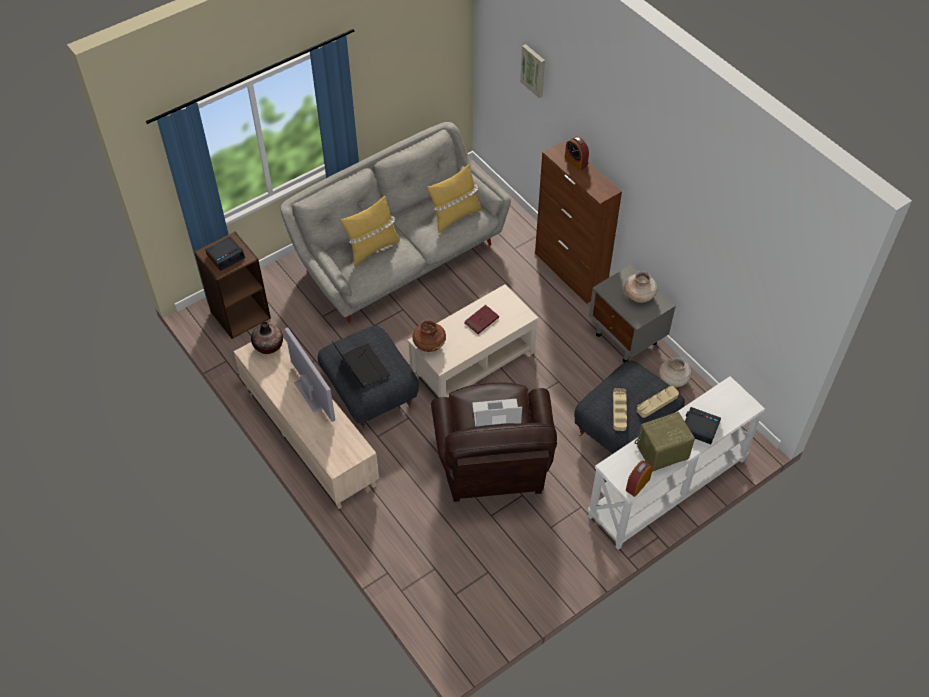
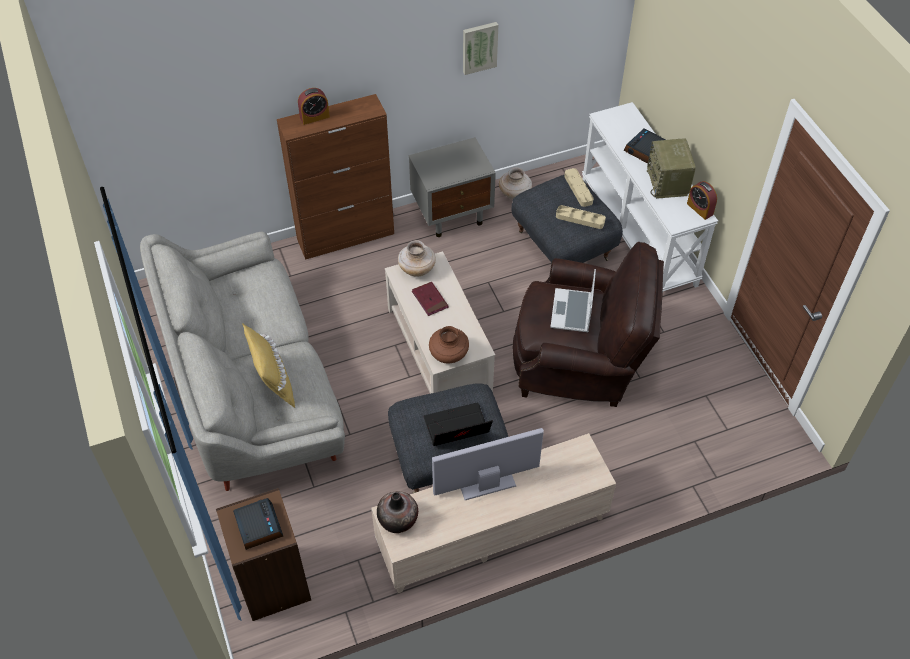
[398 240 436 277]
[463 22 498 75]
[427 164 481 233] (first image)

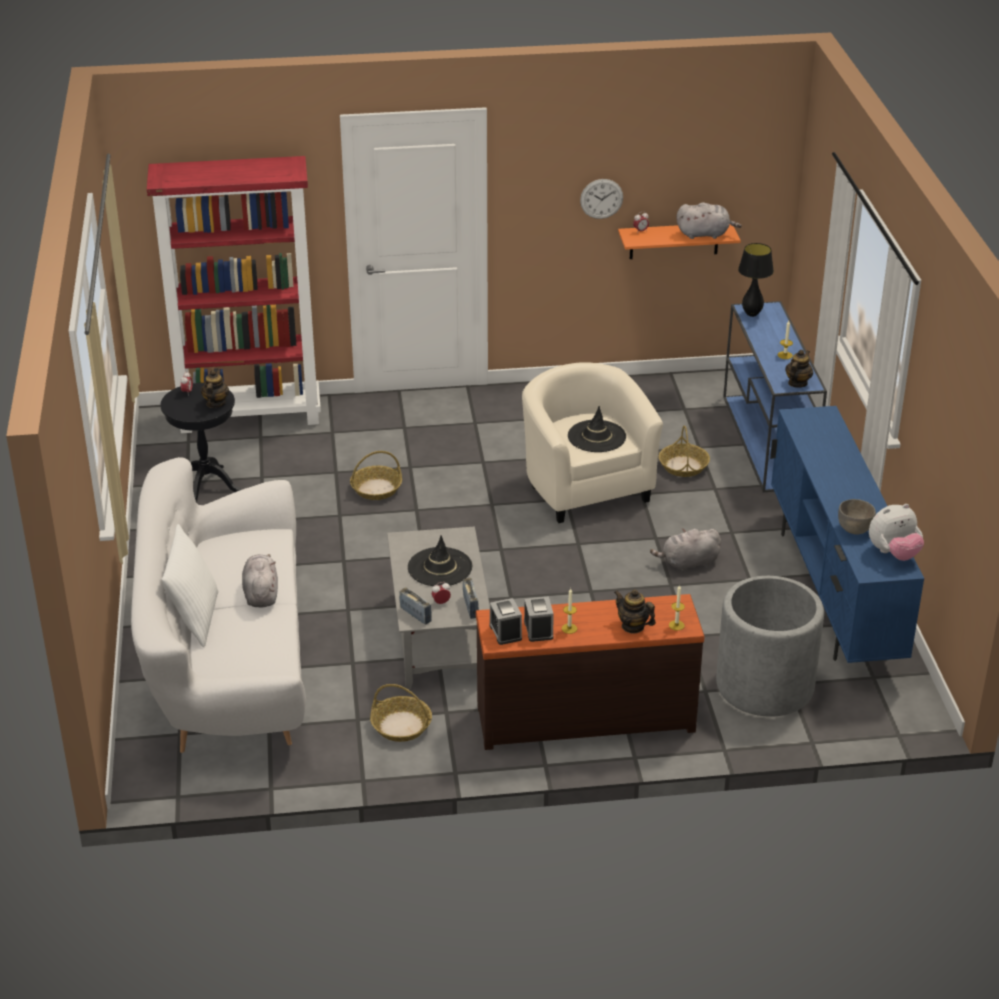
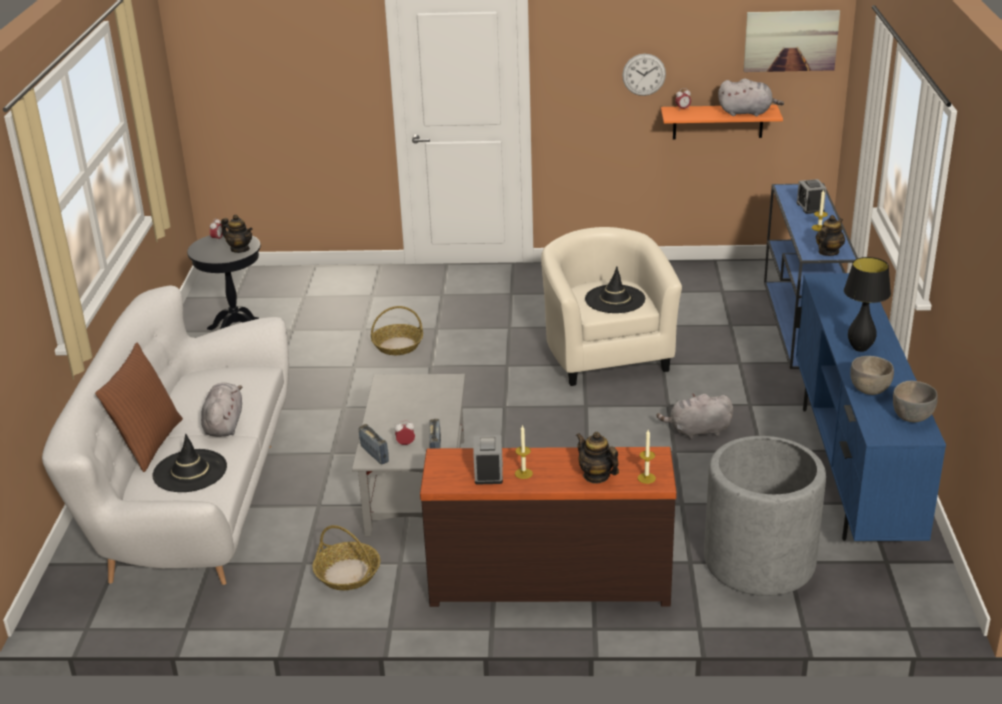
[95 343 183 472]
[152 434 227 492]
[221 215 253 253]
[744 10 840 72]
[796 179 826 214]
[844 257 891 352]
[893 381 938 422]
[147 156 321 433] (first image)
[659 426 710 477] (first image)

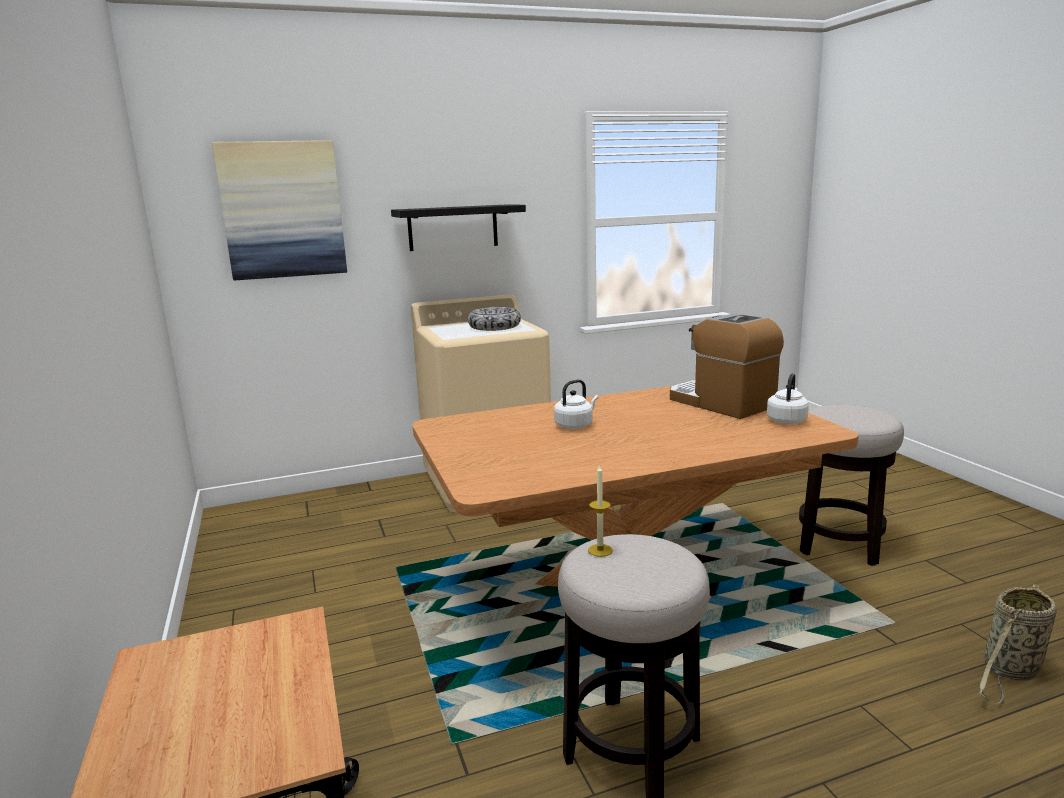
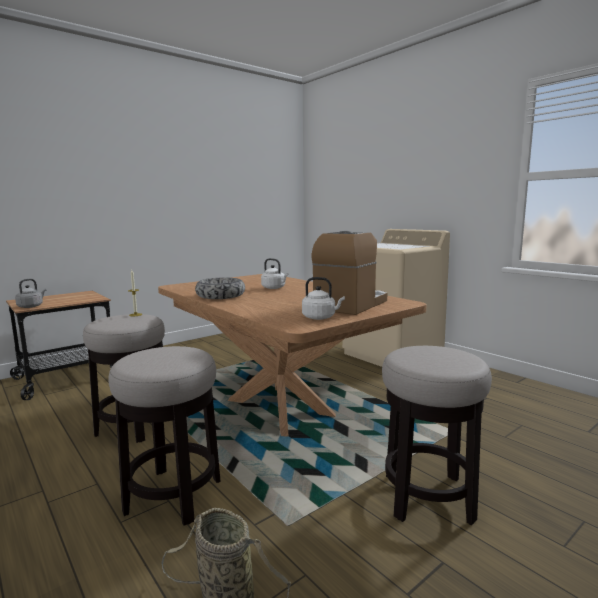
[15 279 46 308]
[108 346 221 526]
[195 277 245 299]
[212 140 347 280] (first image)
[391 204 526 251] (first image)

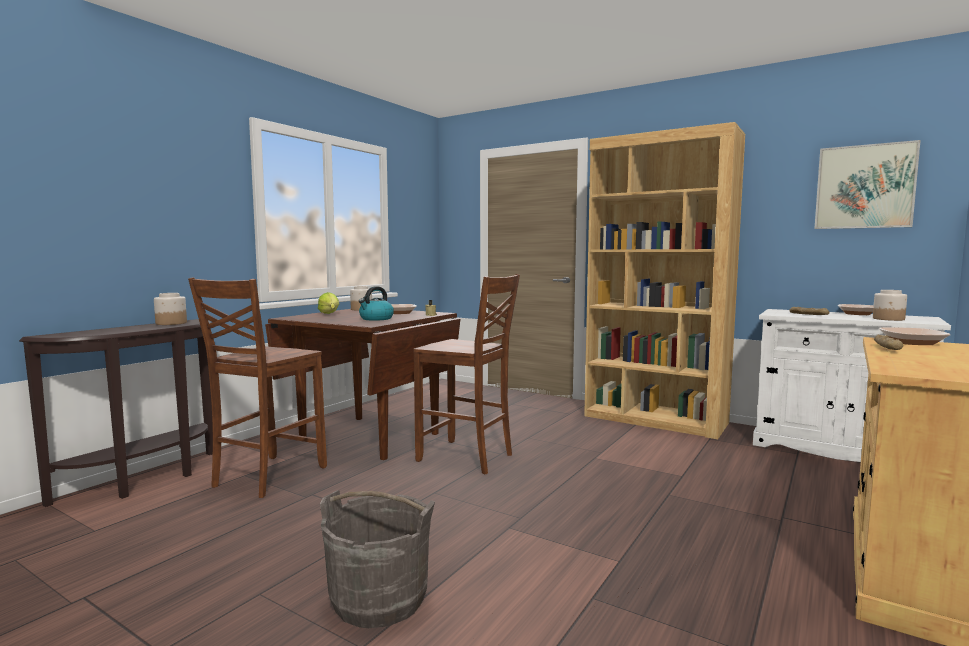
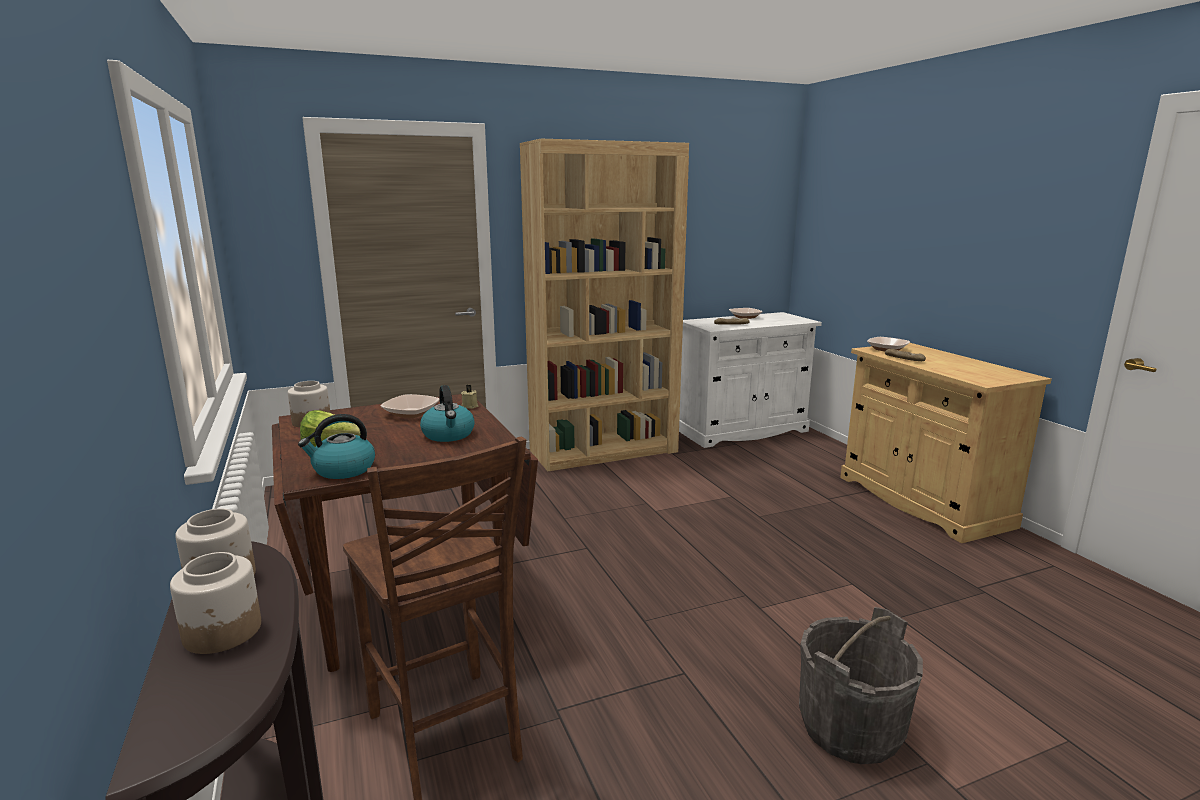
[170 552 261 654]
[298 414 375 479]
[413 274 520 474] (first image)
[814 140 921 229] (first image)

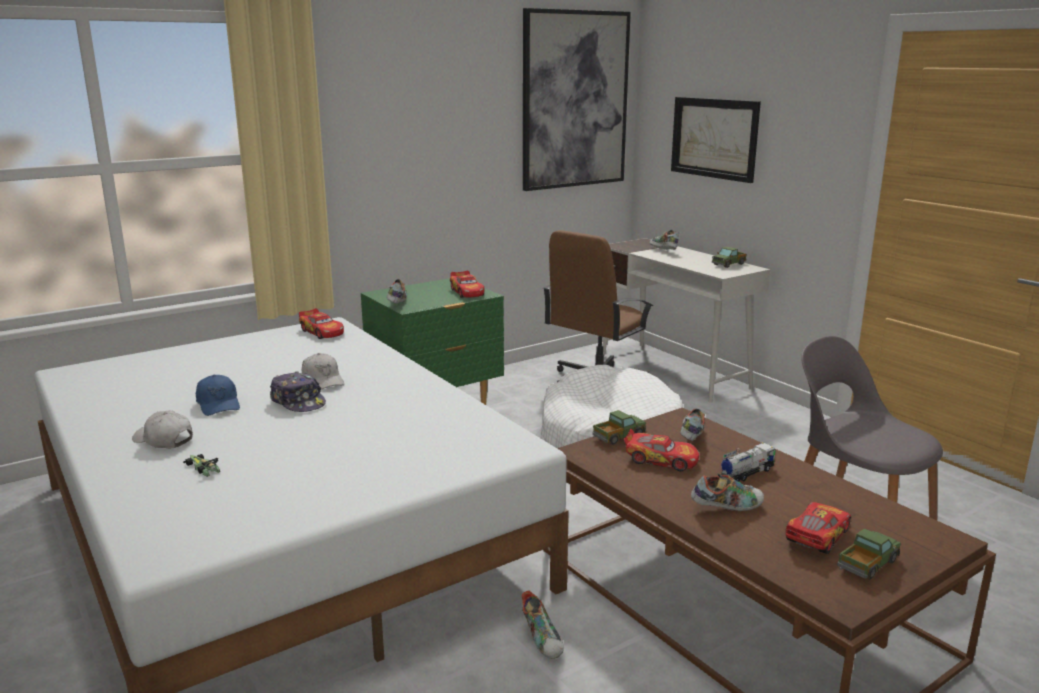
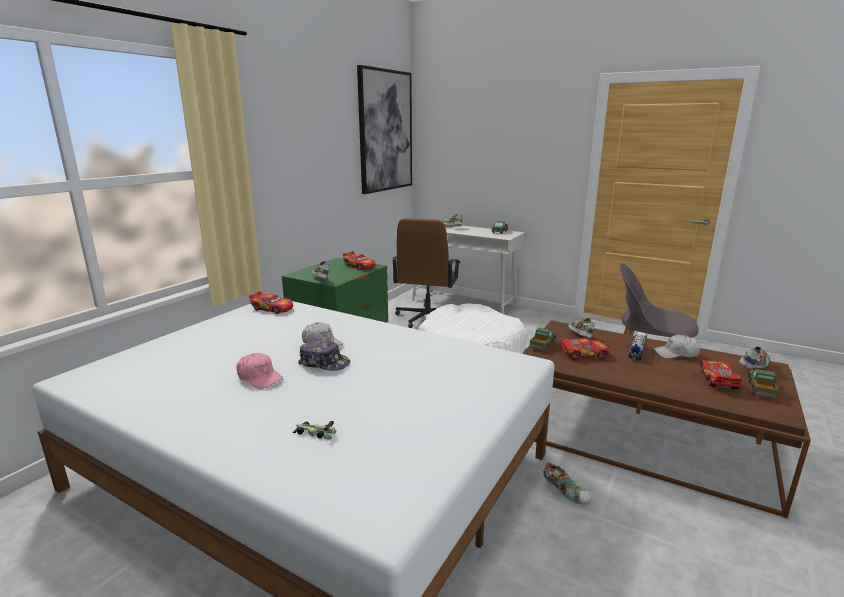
[236 353 284 389]
[654 334 700 358]
[739 347 771 369]
[671 97 761 183] (first image)

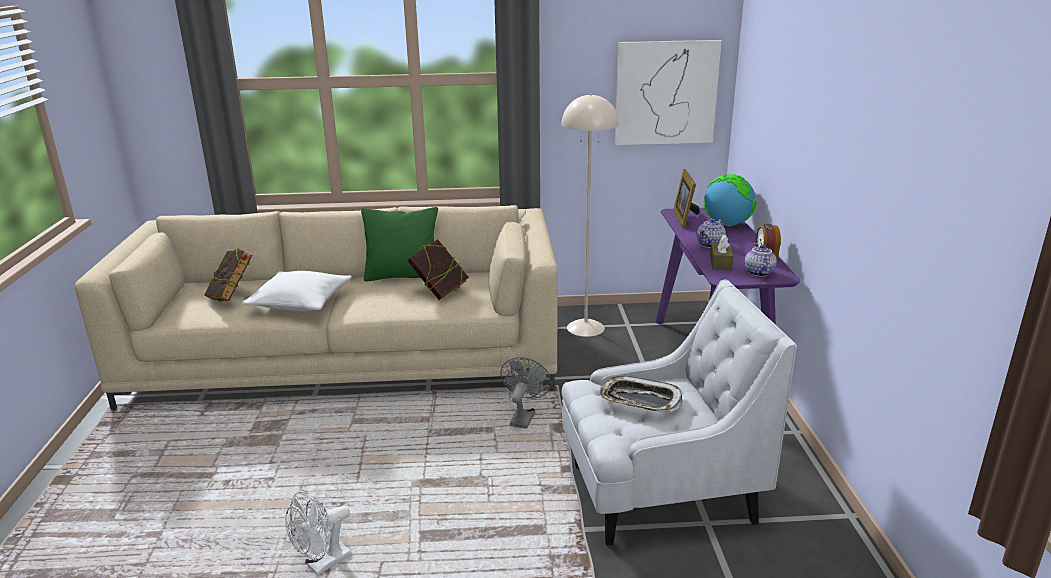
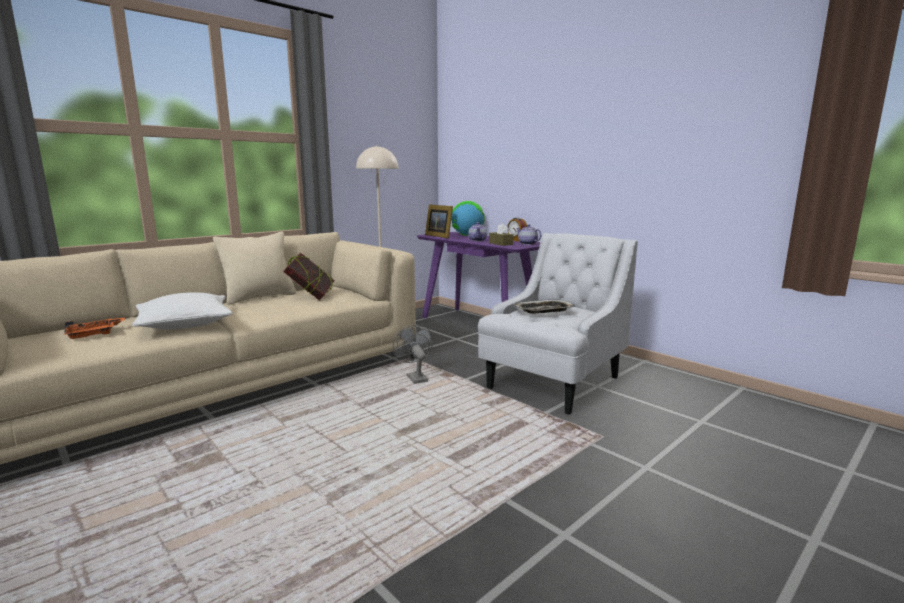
[64 318 125 339]
[213 232 296 304]
[285 491 351 575] (first image)
[615 40 722 145] (first image)

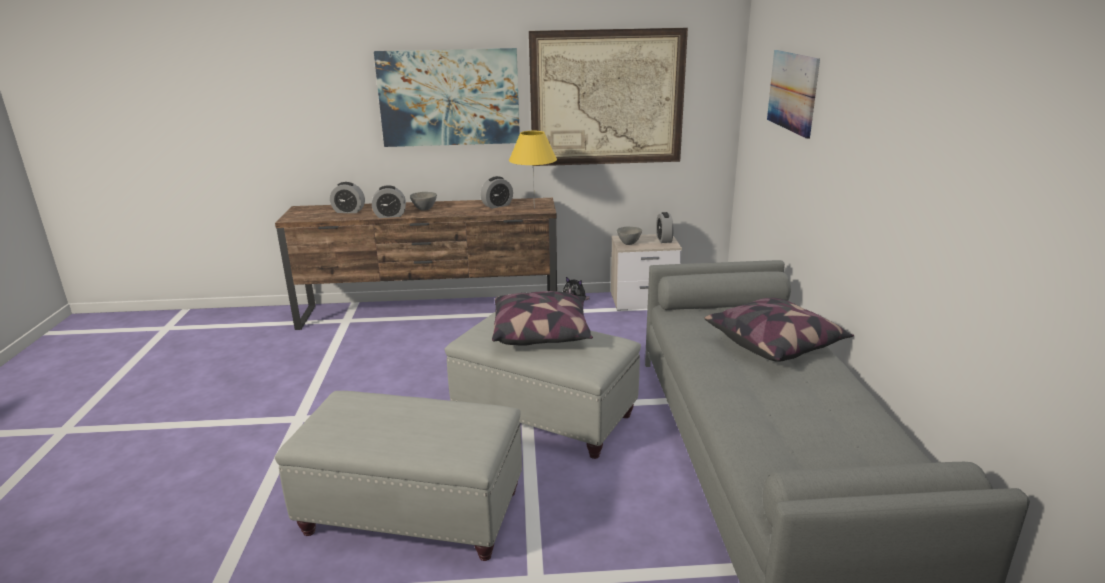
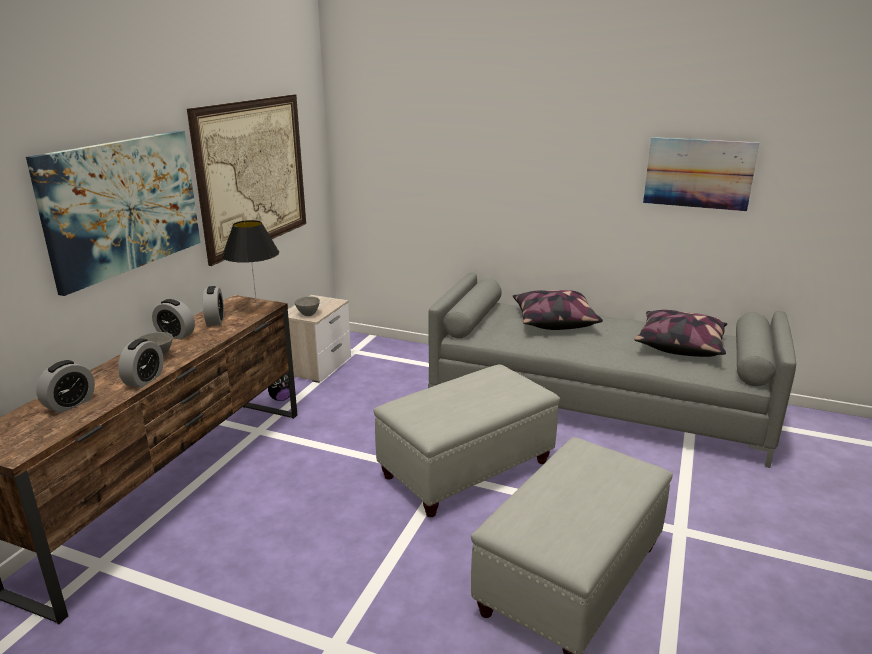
[152 299 195 340]
[222 220 279 307]
[634 310 727 357]
[643 137 759 211]

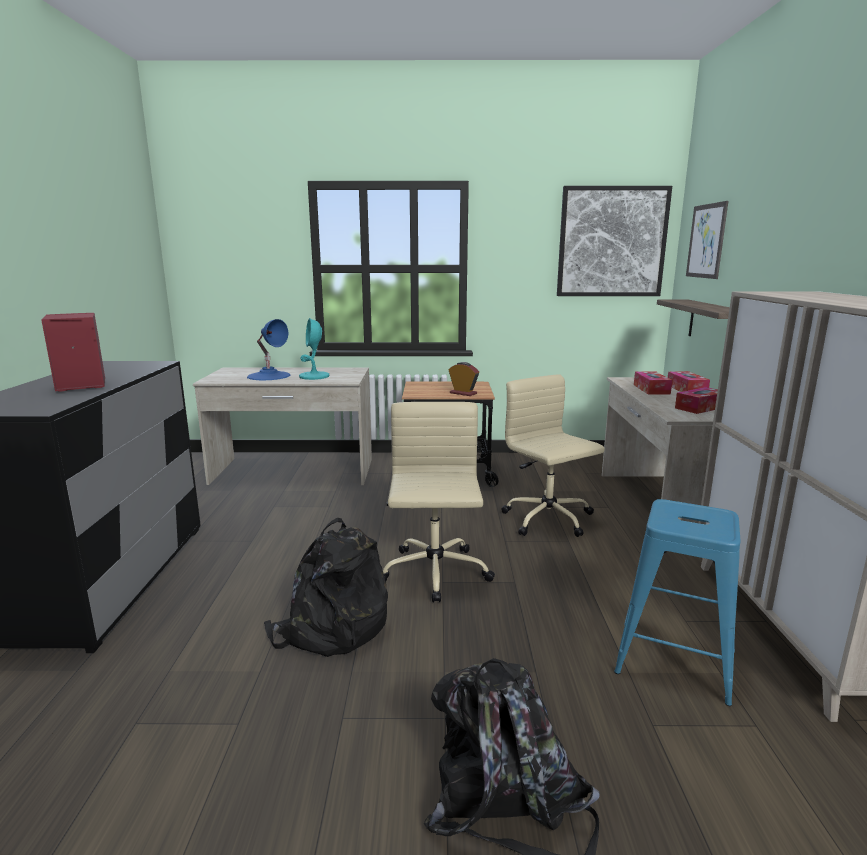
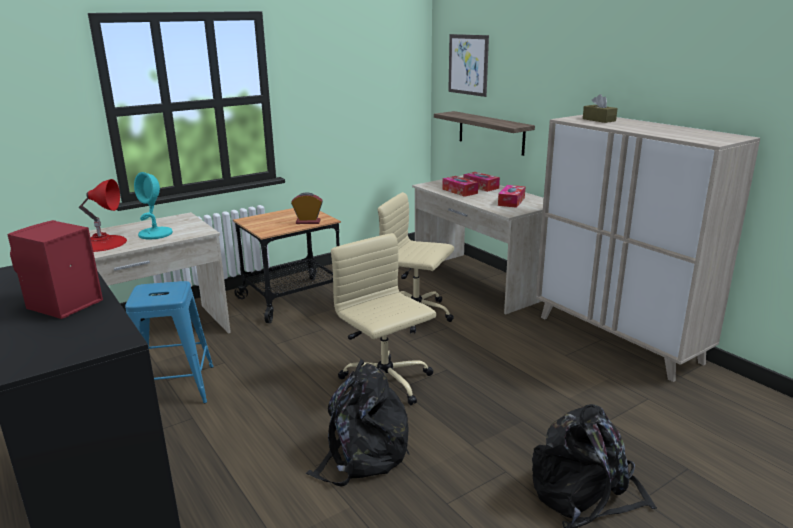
[78 179 127 252]
[125 281 214 403]
[583 94 618 123]
[557 186 672 296] (first image)

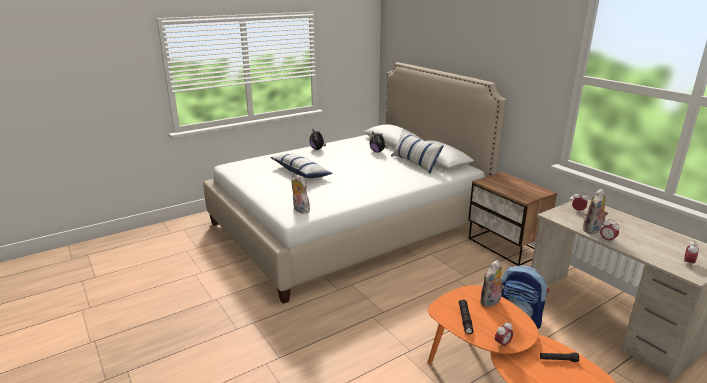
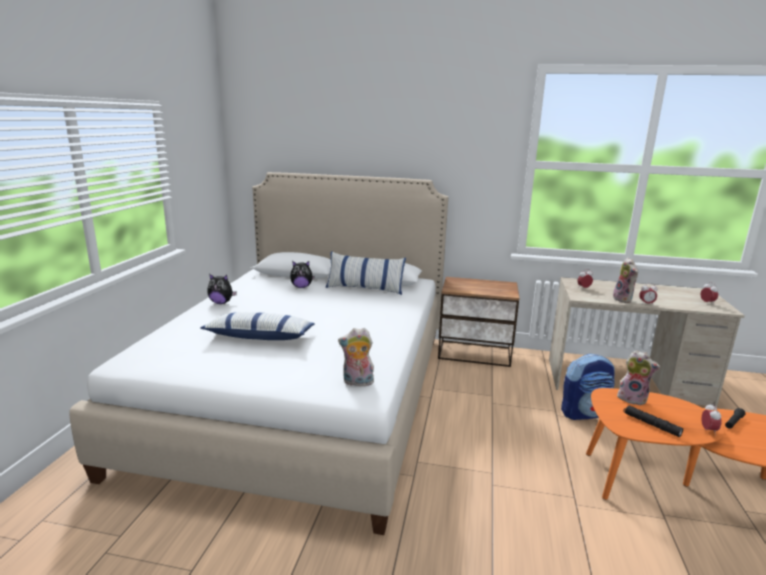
[617 350 660 405]

